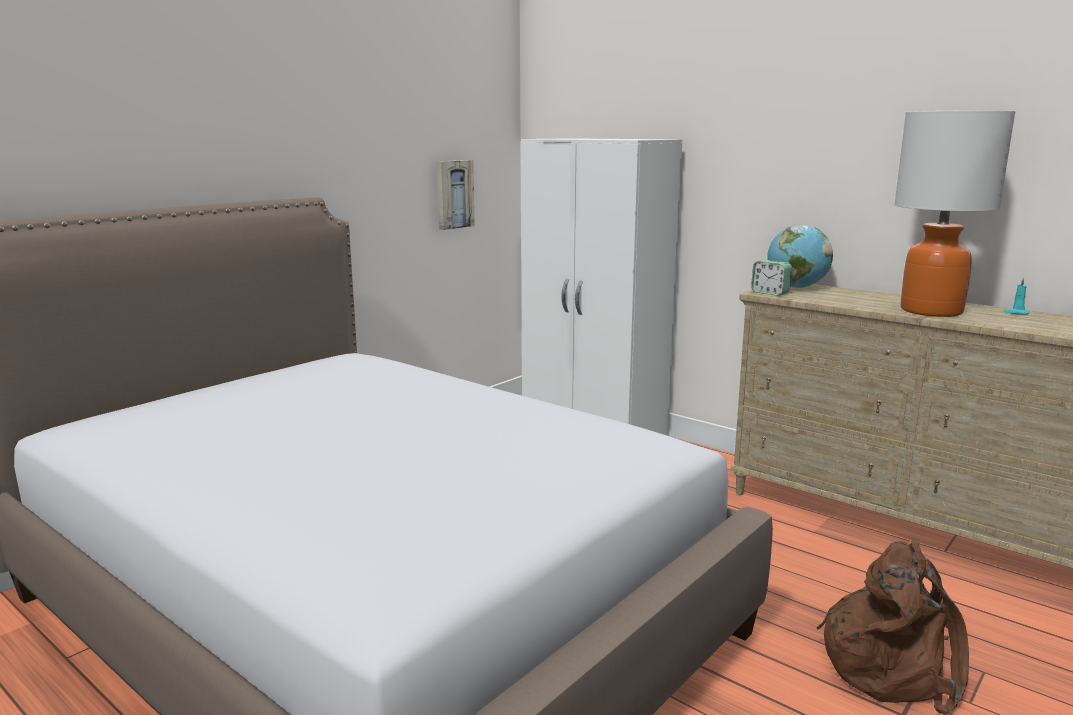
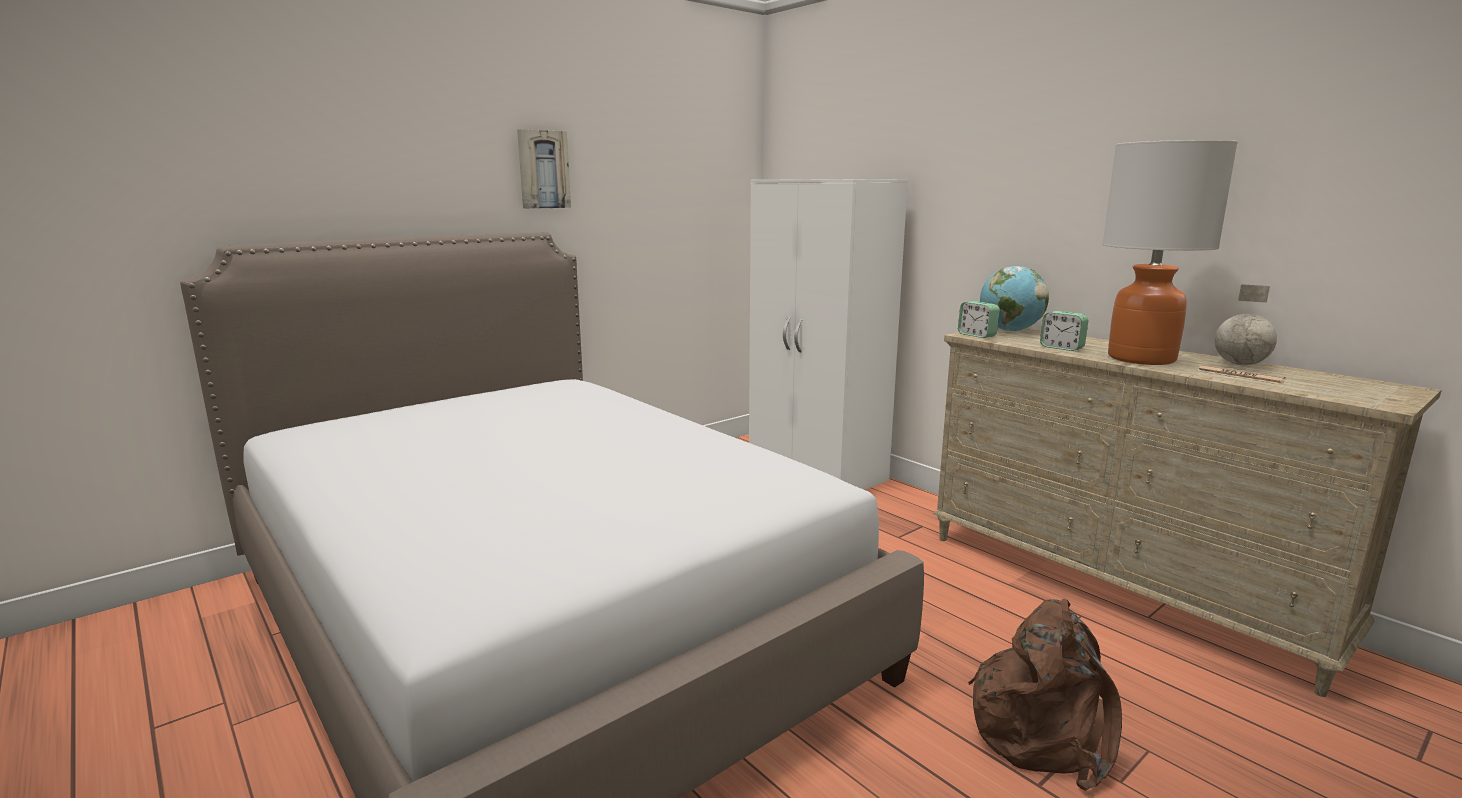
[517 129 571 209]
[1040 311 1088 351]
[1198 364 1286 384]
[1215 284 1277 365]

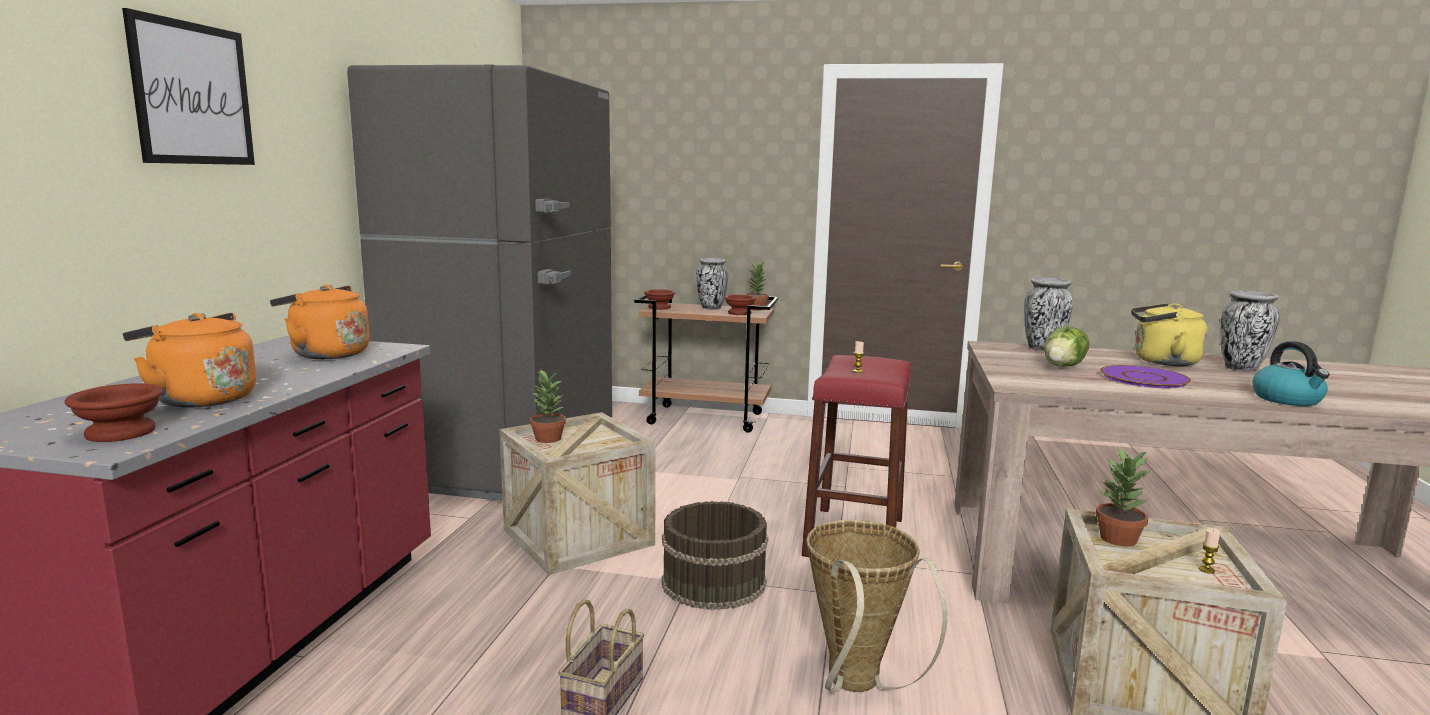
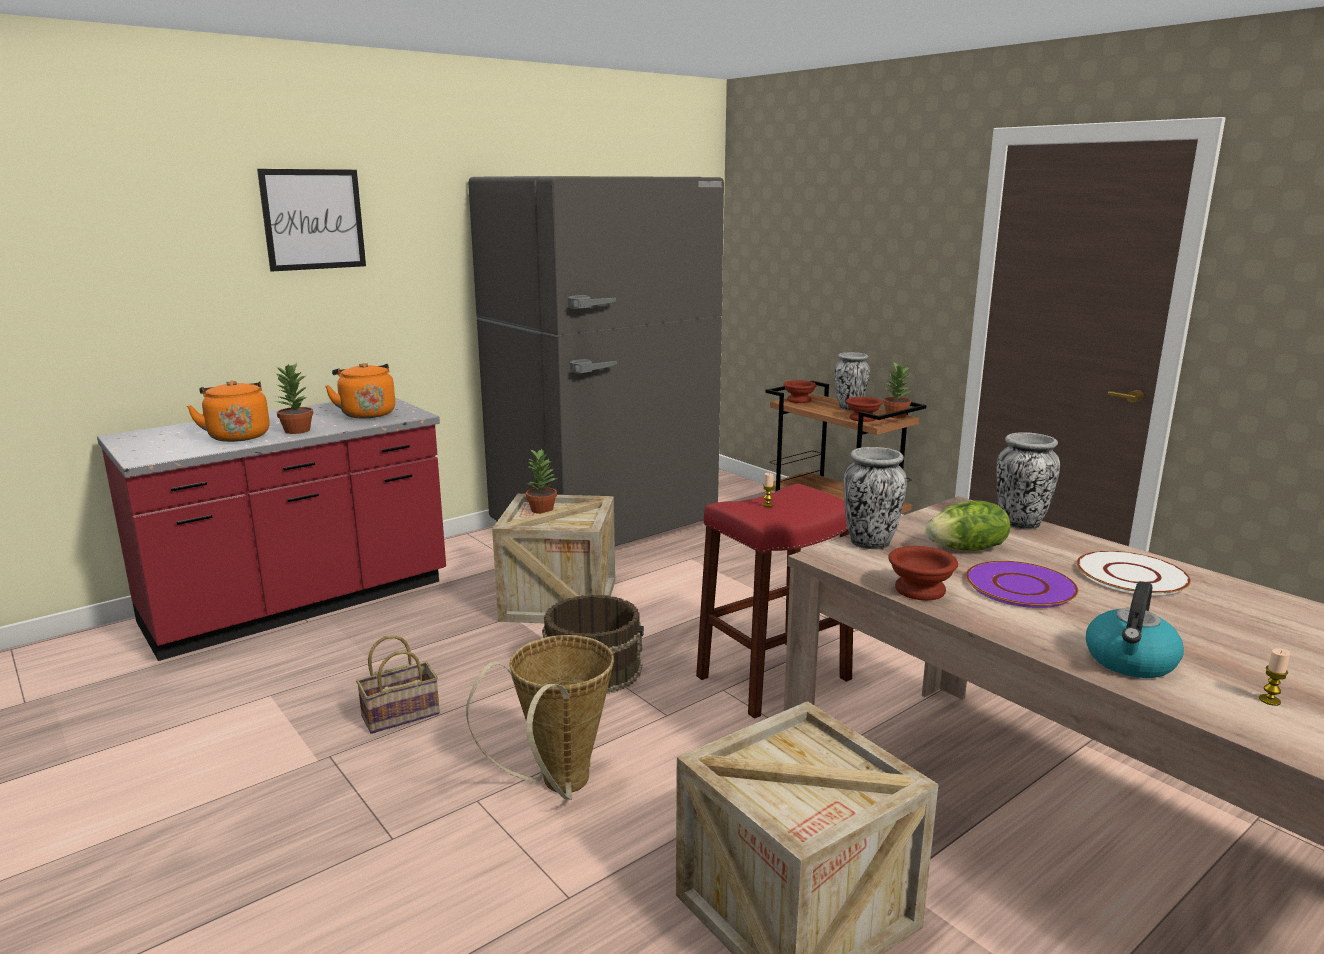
[275 362 313 434]
[843 447 907 549]
[888 546 958 600]
[1076 551 1191 595]
[1259 648 1290 706]

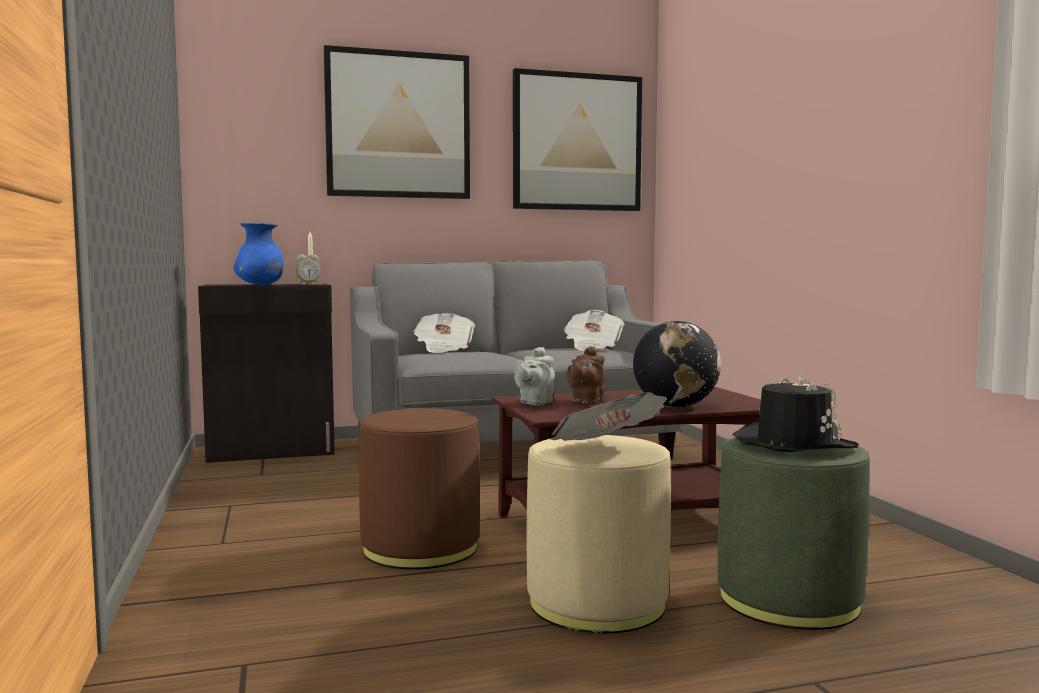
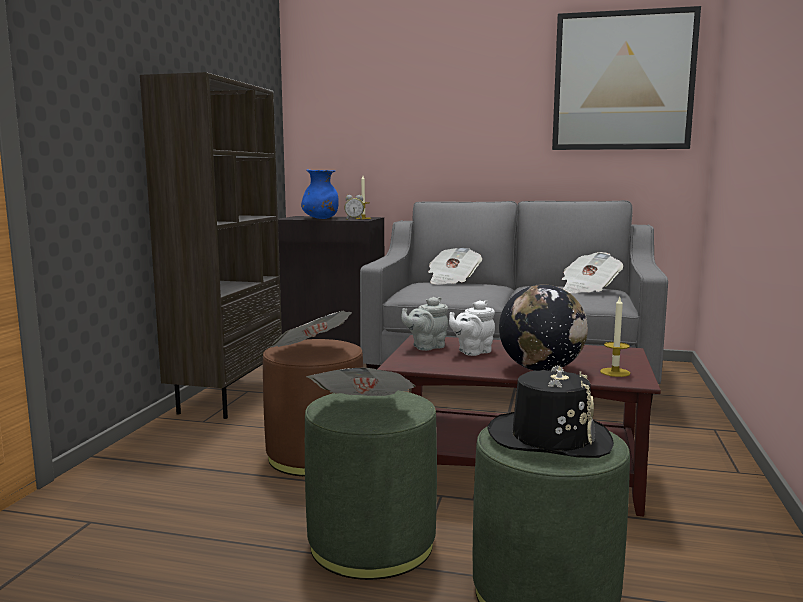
[140 72 282 419]
[270 311 352 348]
[305 391 437 580]
[449 300 495 356]
[600 297 630 377]
[324 45 470 199] (first image)

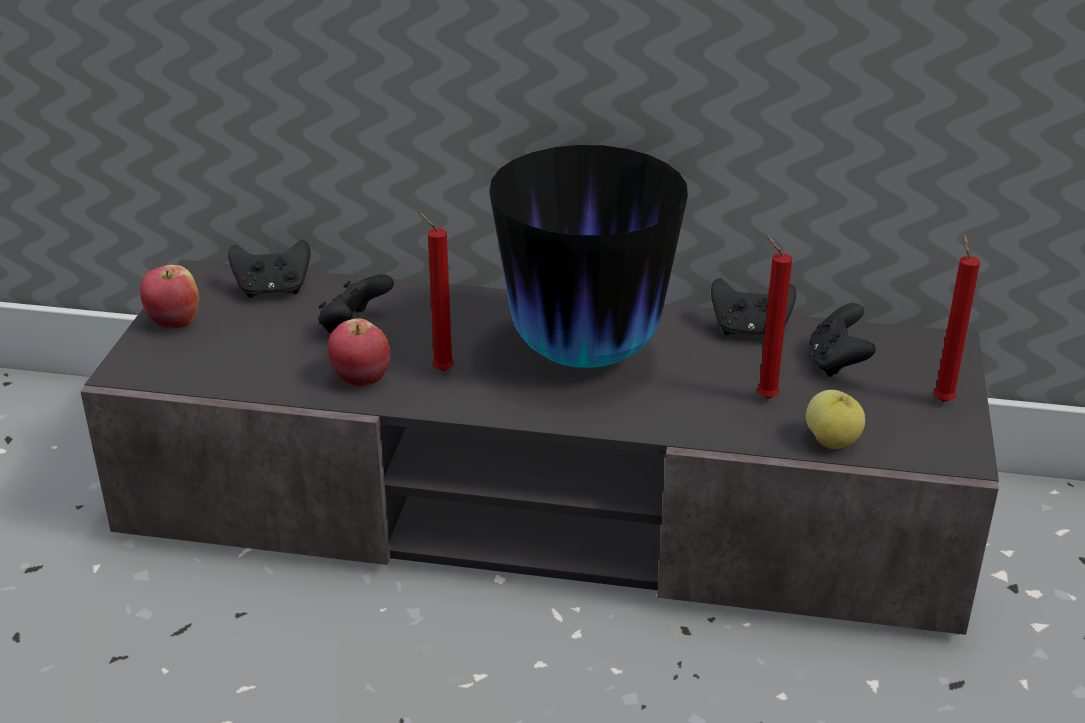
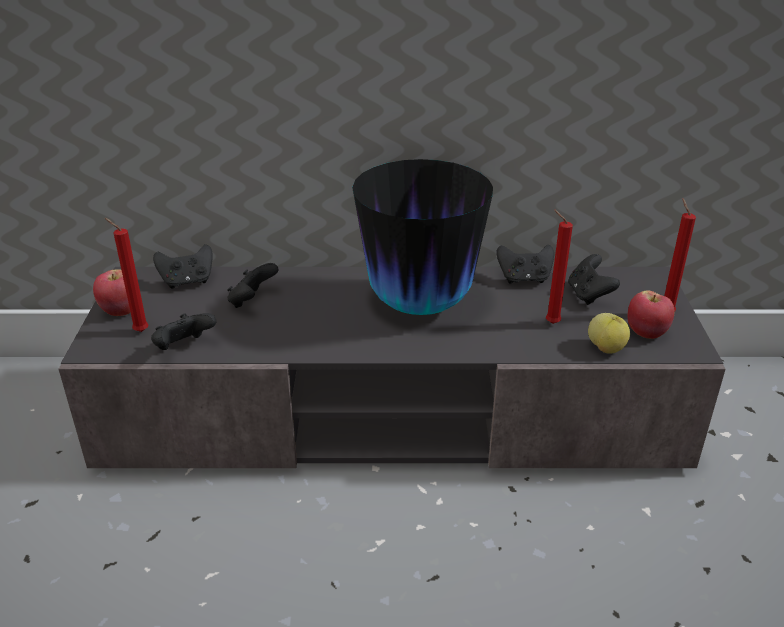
[105 218 148 332]
[151 313 216 350]
[628 290 675 339]

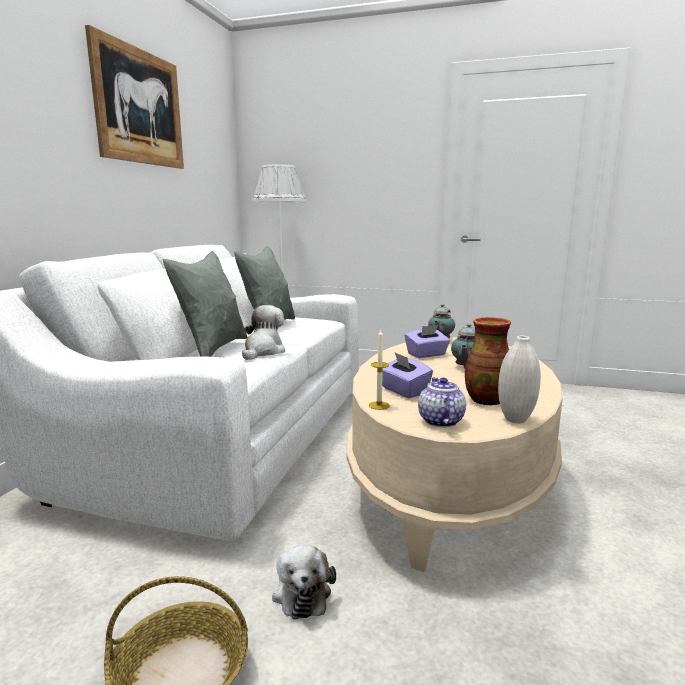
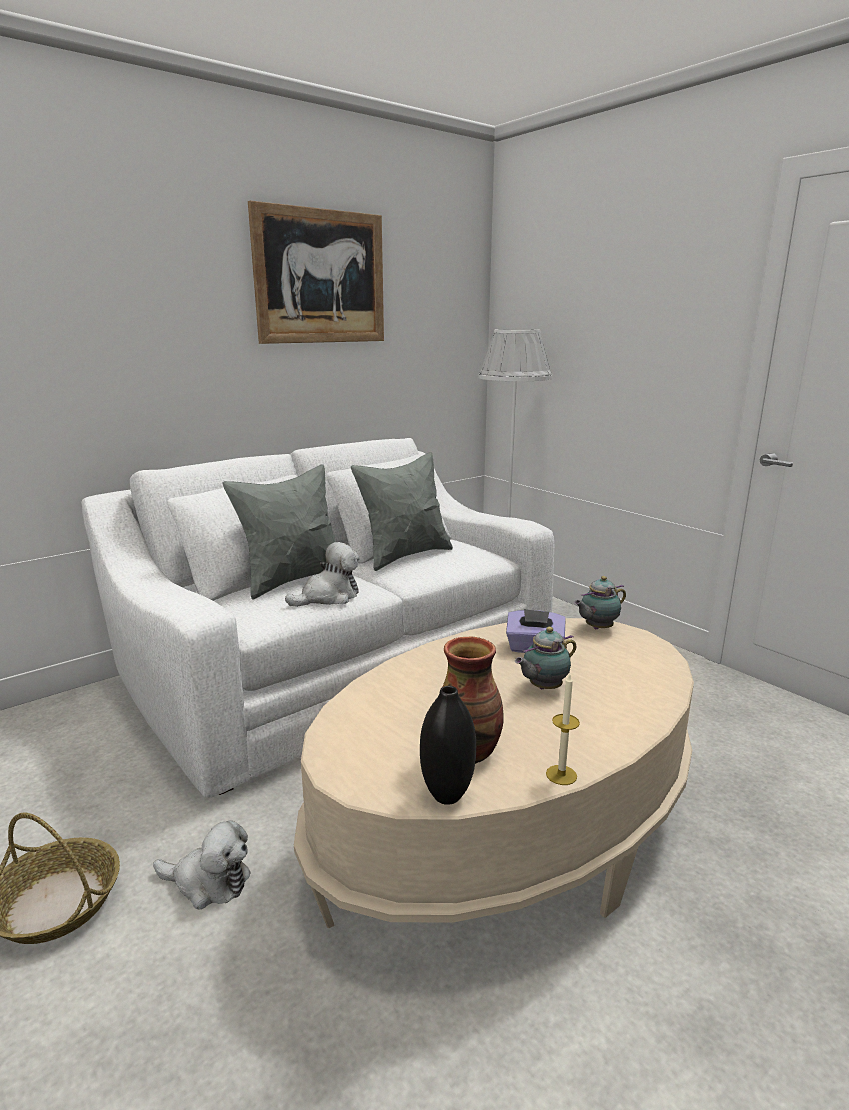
[153 820 251 909]
[420 686 476 805]
[546 675 580 785]
[382 352 433 398] (first image)
[418 378 466 427] (first image)

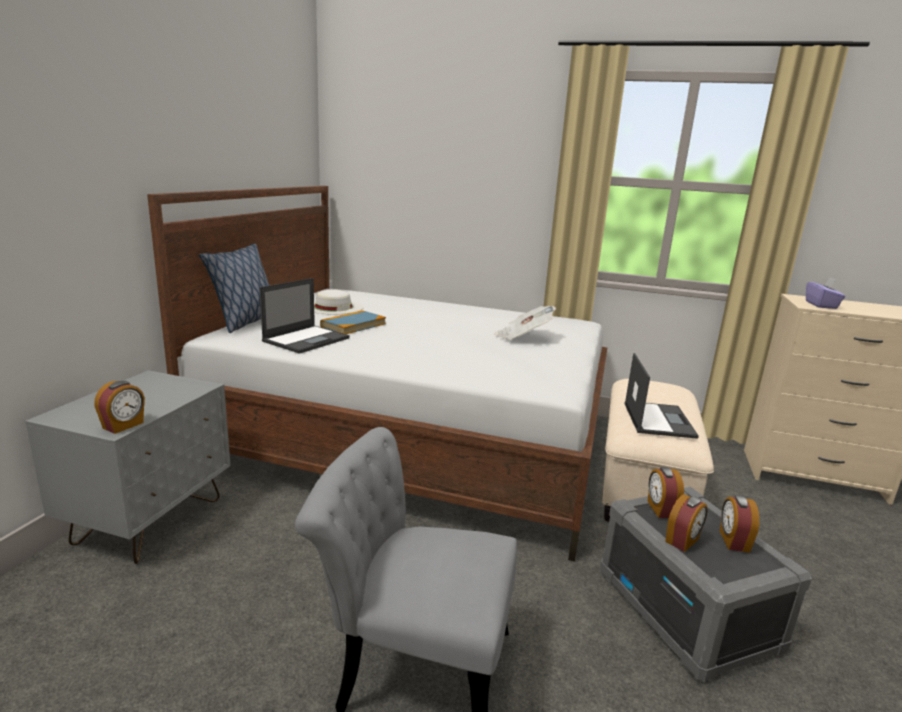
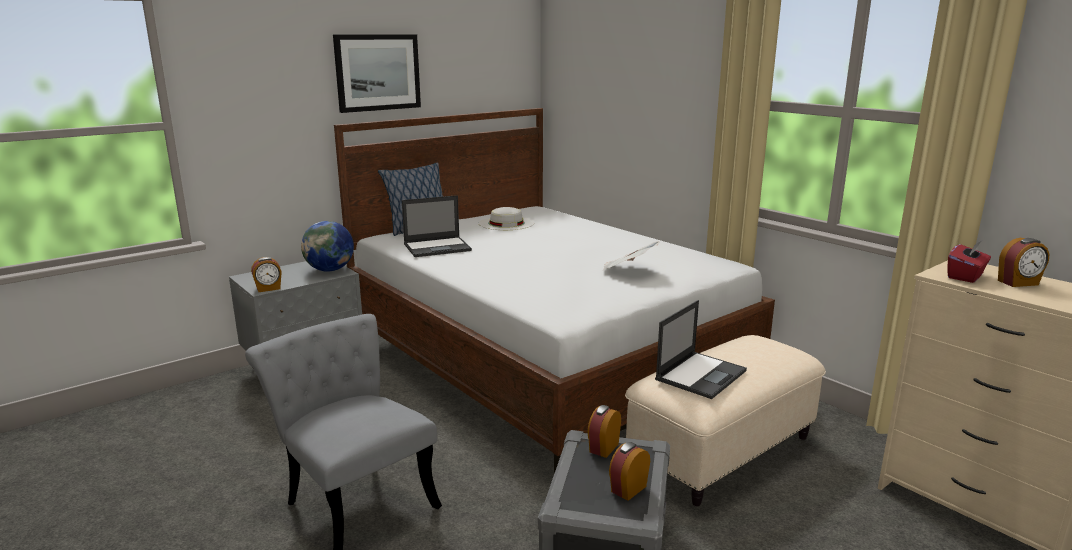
[301 221 354 272]
[333 35 421 113]
[947 241 991 283]
[998 238 1049 287]
[320 310 386 334] (first image)

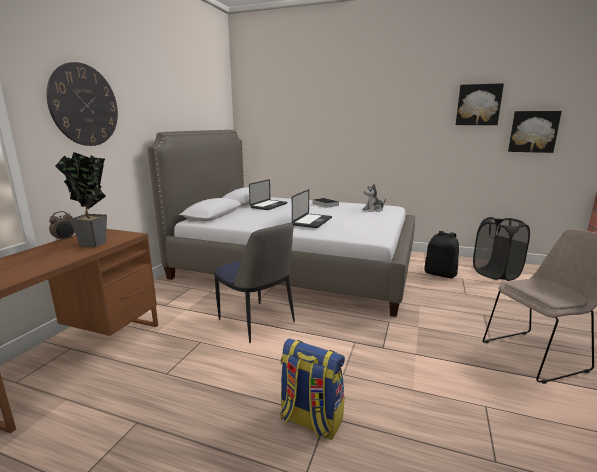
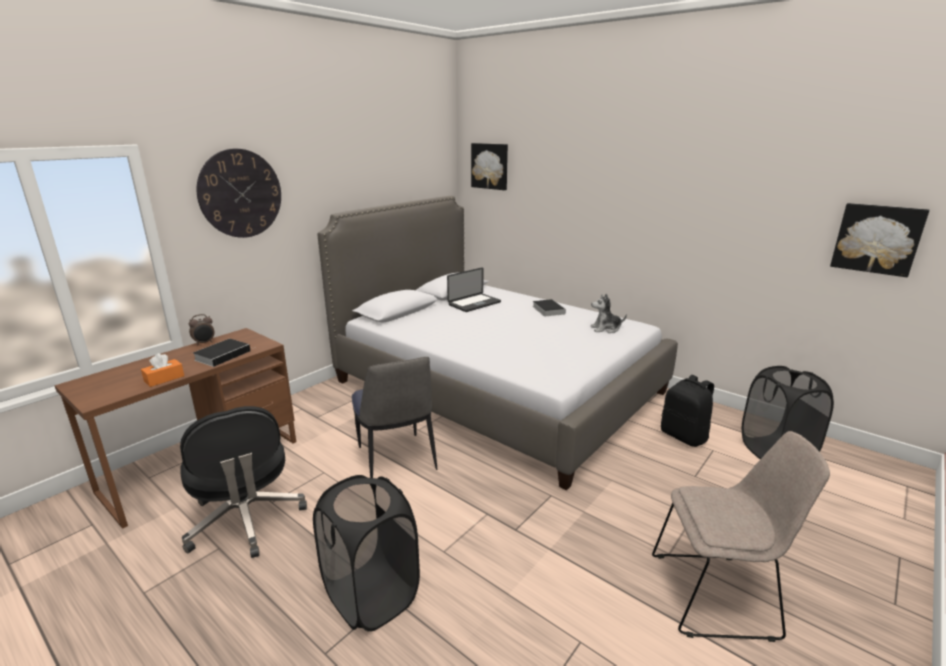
[141 353 184 387]
[180 406 307 558]
[193 339 250 367]
[313 475 420 631]
[471 143 508 190]
[292 189 332 228] (first image)

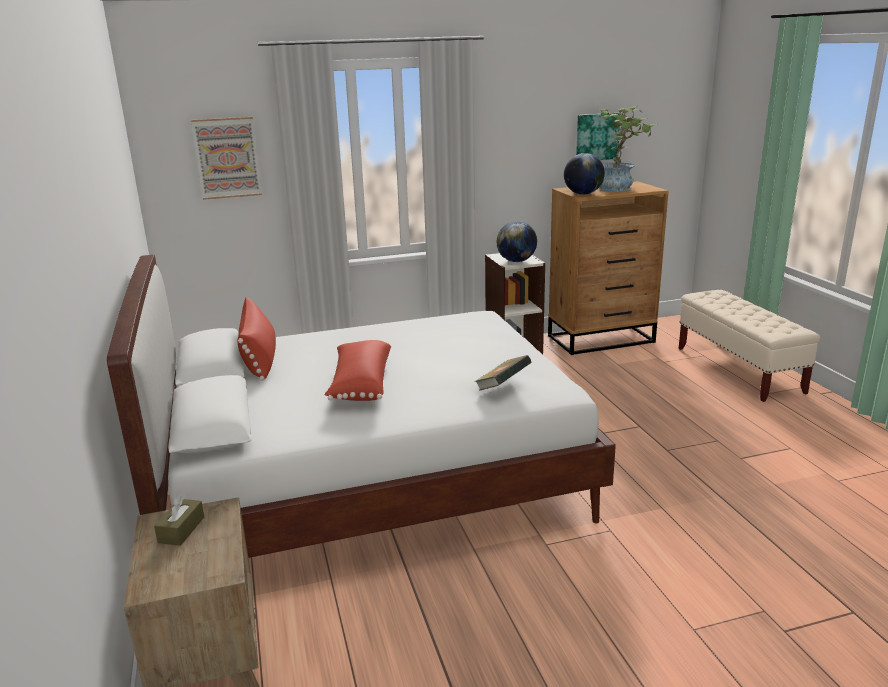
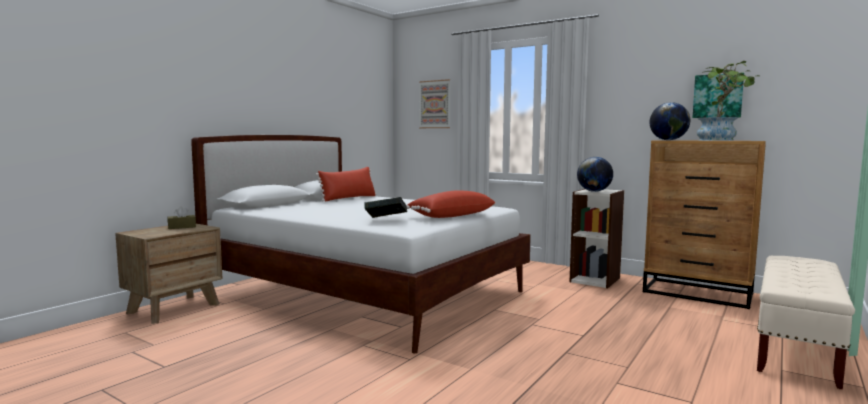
[407 190 496 218]

